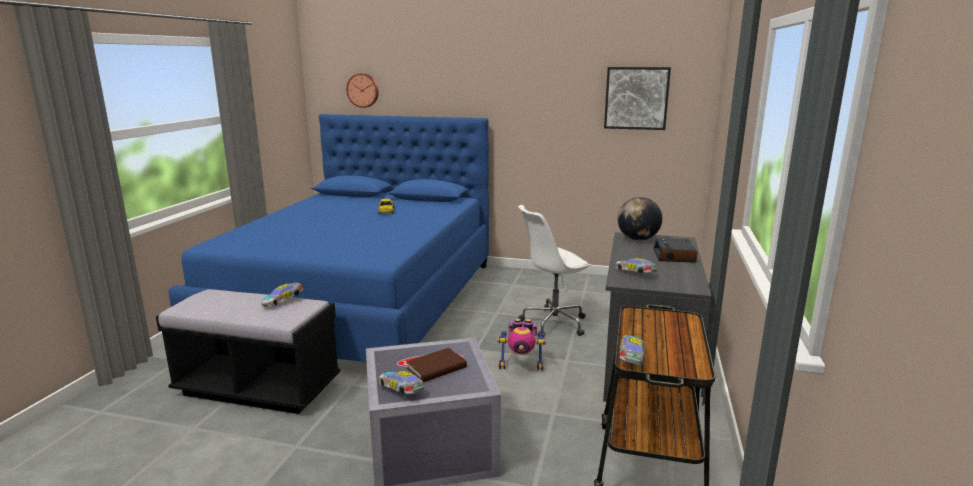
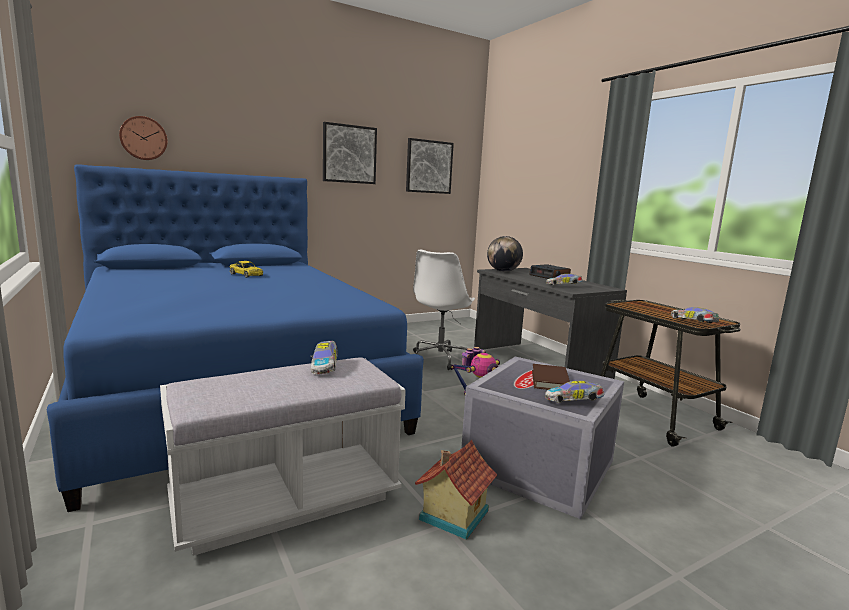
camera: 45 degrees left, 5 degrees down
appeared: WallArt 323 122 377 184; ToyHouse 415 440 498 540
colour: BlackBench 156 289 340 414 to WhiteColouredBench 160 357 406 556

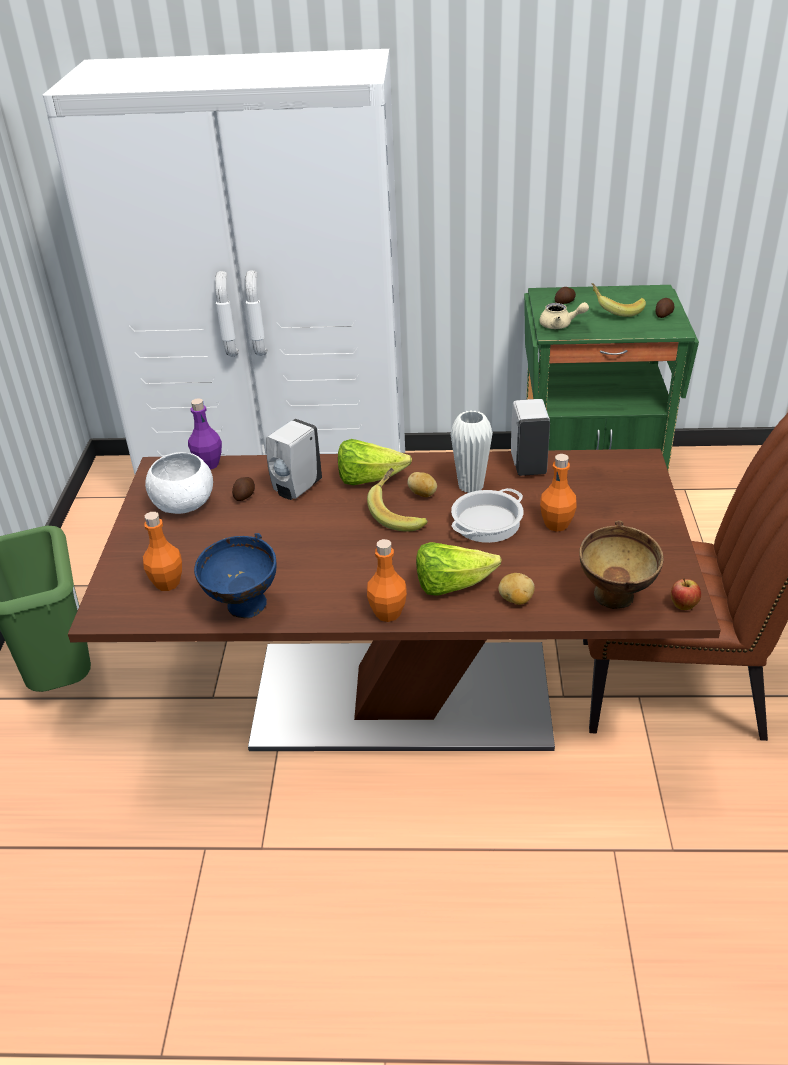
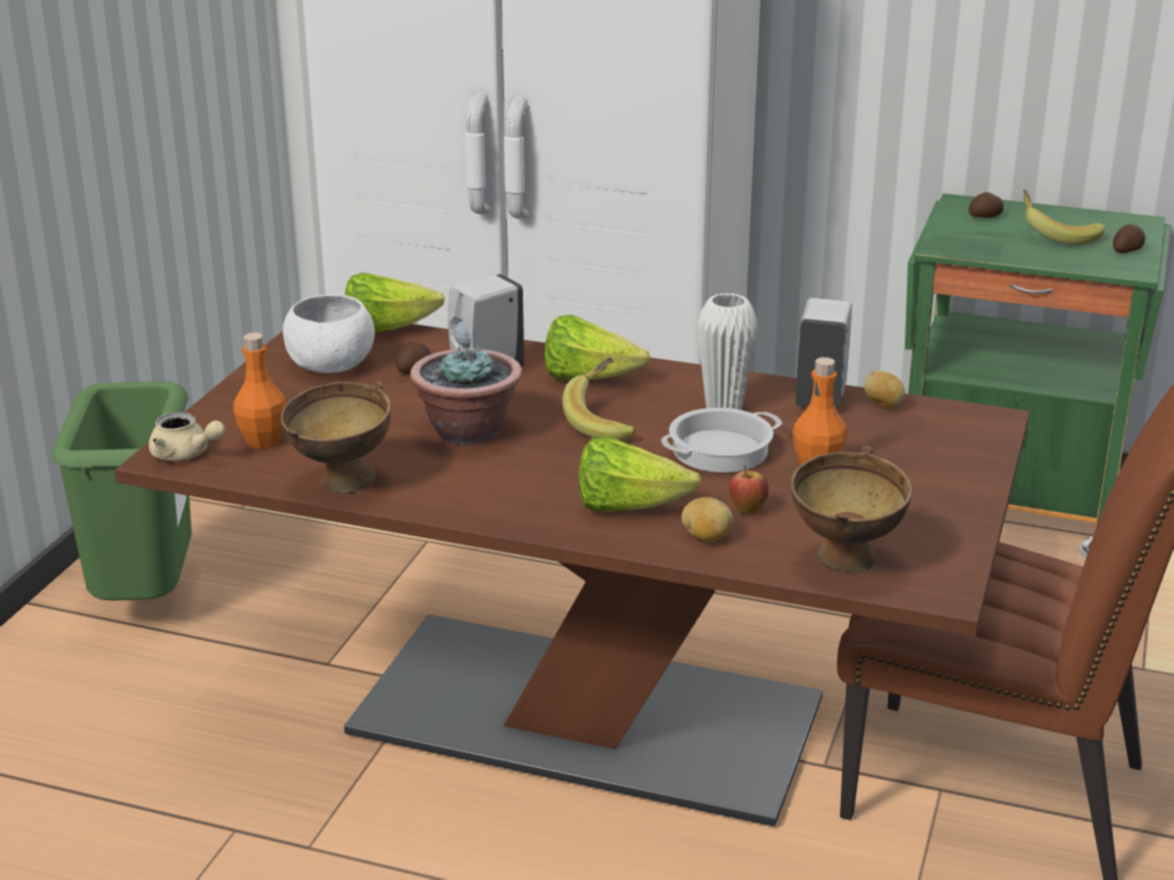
camera: 15 degrees right, 10 degrees down
missing: OrangeyBottle 367 539 407 622
appeared: Houseplant 410 345 522 445
relocated: Potato 407 472 437 497 to 863 371 905 409; BeigeColouredTeaPot 540 302 589 329 to 149 412 225 461; Apple 671 578 701 610 to 728 465 769 514
exchanged: PurpleColouredBottle 188 398 222 470 to HeadOfLettuce 345 273 445 333
colour: BlueDeepDish 194 533 277 619 to BrownColouredDeepDish 281 381 391 494

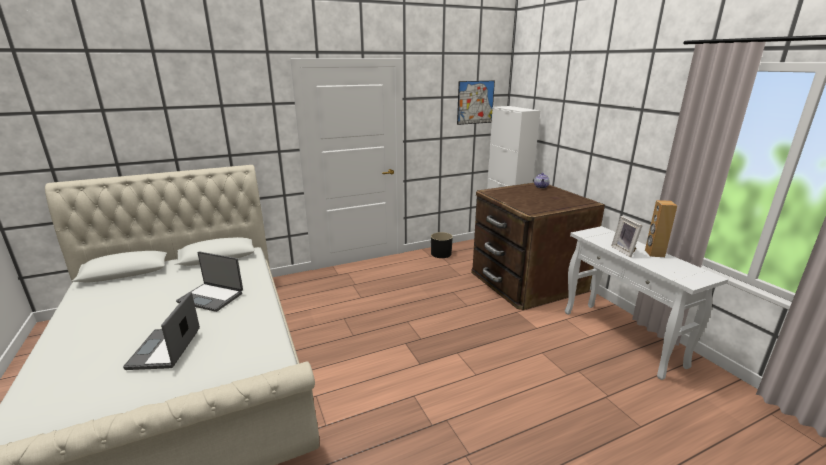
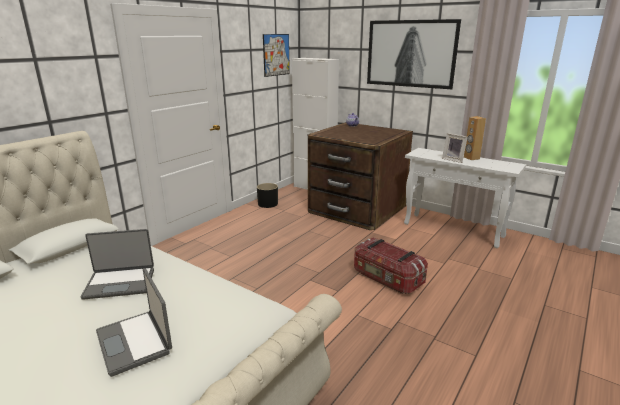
camera: 30 degrees left, 0 degrees up
appeared: StorageBin 354 237 428 294; WallArt 367 19 461 89

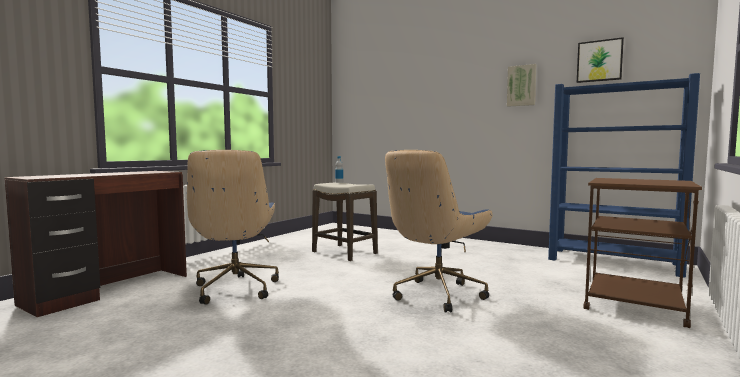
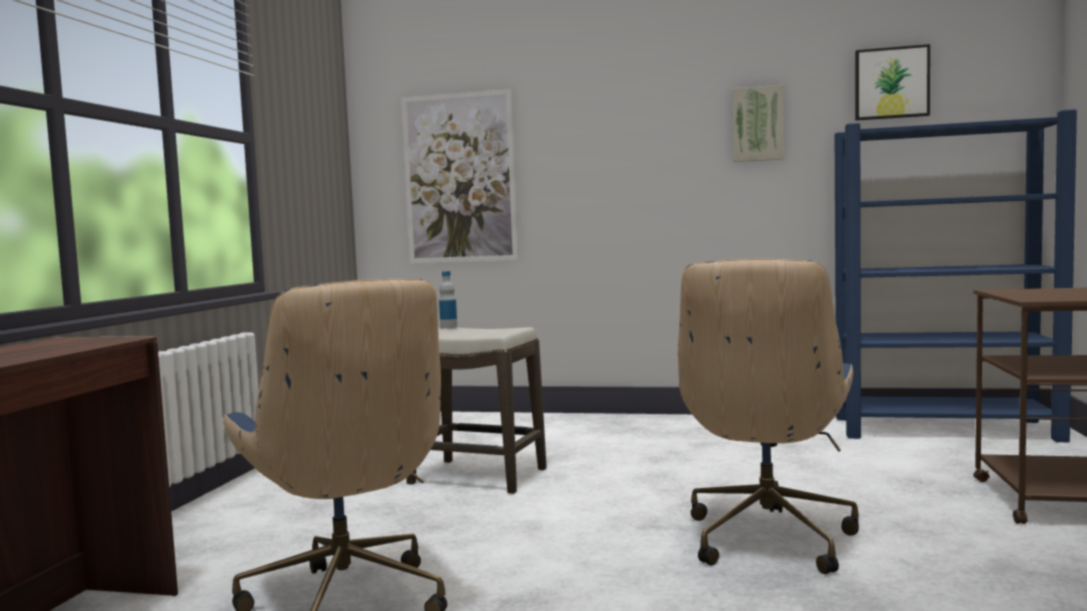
camera: 20 degrees left, 0 degrees up
appeared: WallArt 401 89 518 263

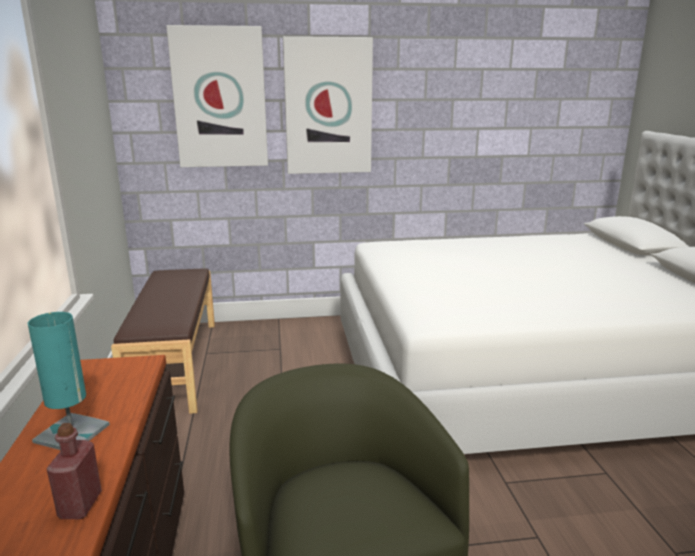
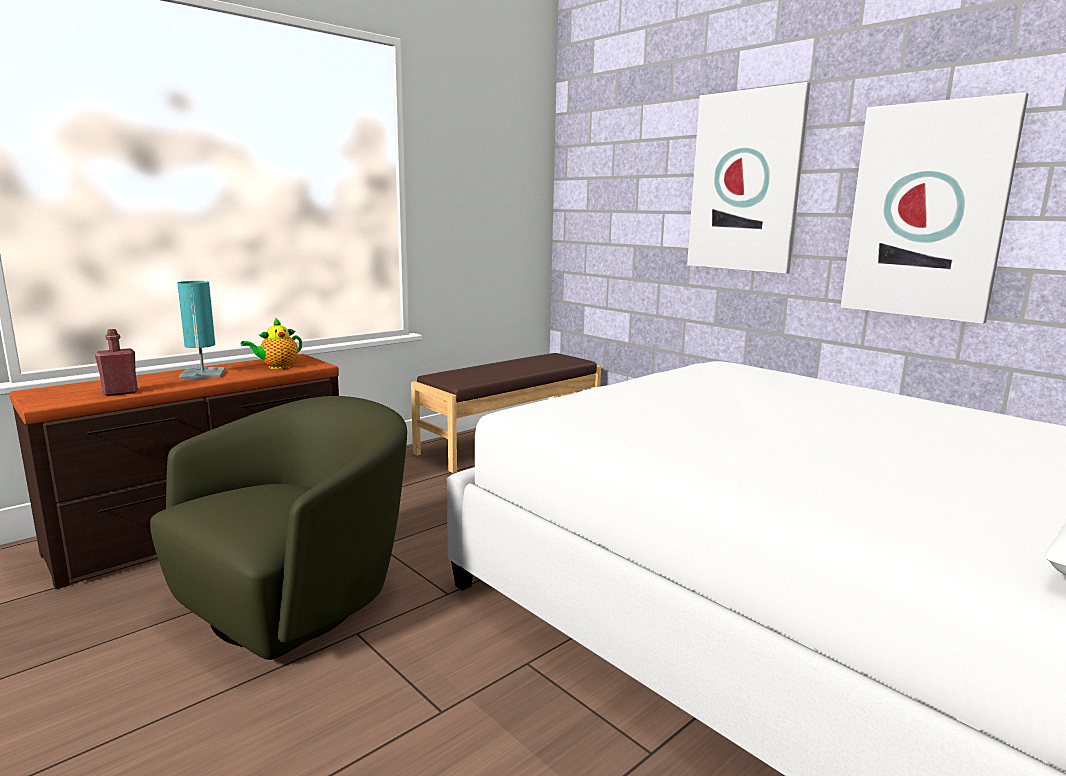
camera: 55 degrees right, 5 degrees down
appeared: TeaPot 241 318 302 369
relocated: WallArt 166 25 268 167 to 841 92 1029 324

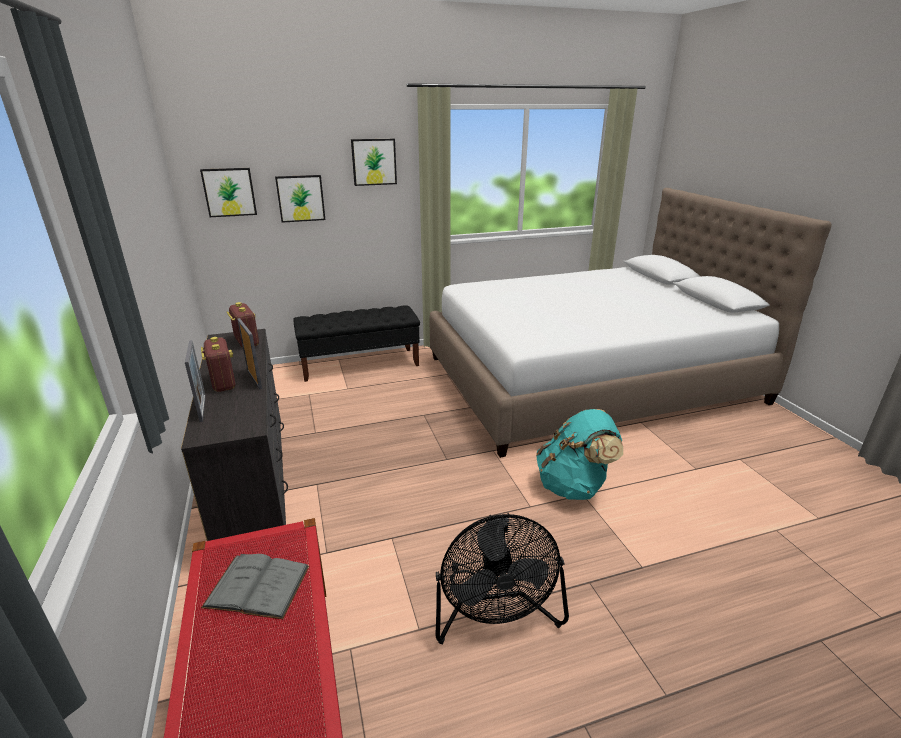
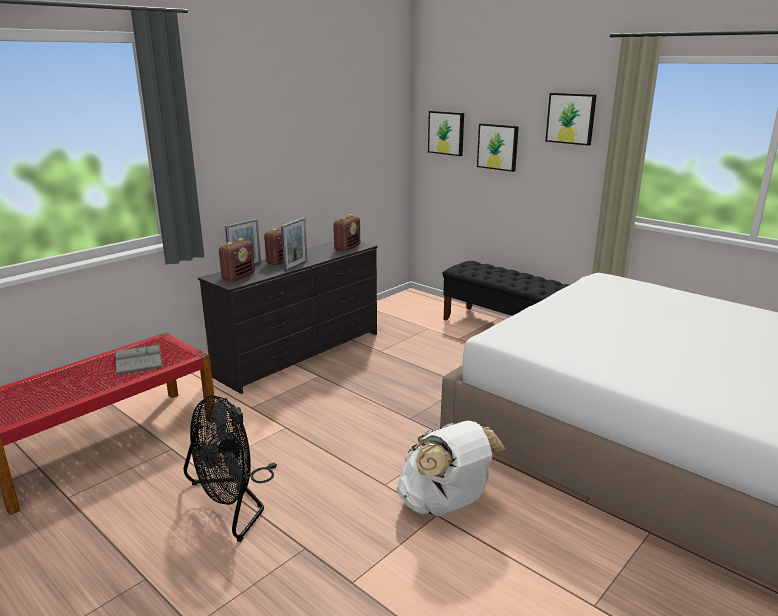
camera: 60 degrees right, 5 degrees down
appeared: RadioReceiver 219 238 255 282
colour: TurquoiseKnapsack 536 409 623 500 to WhiteColouredKnapsack 397 421 506 516

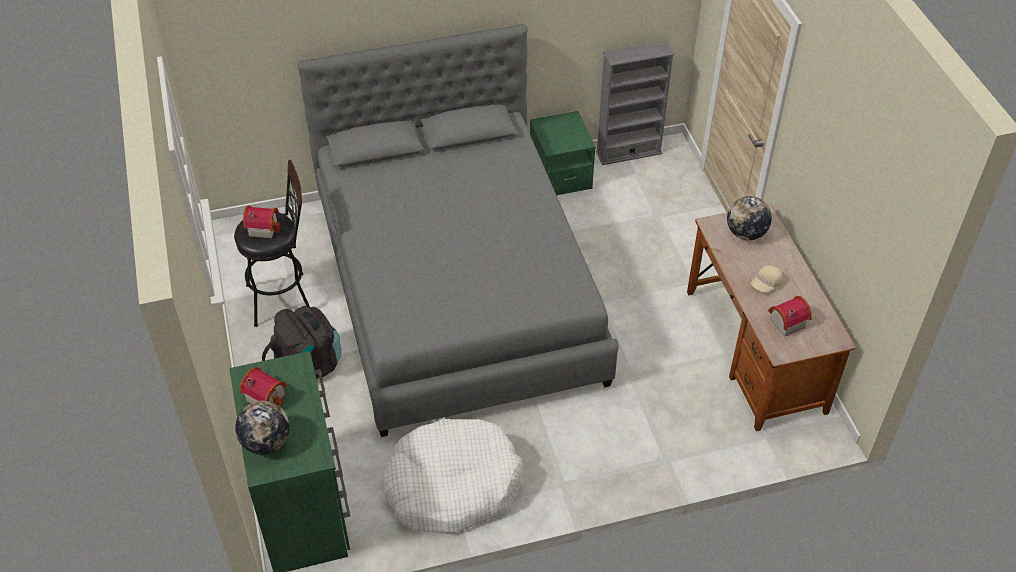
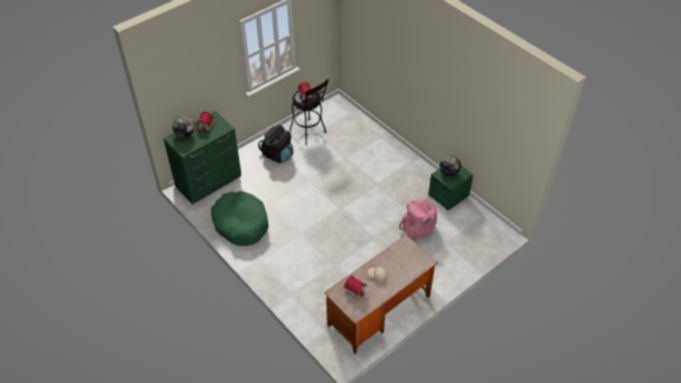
camera: 65 degrees right, 0 degrees up
missing: GrayBedroomBed 298 24 619 437; GrayBookshelf 596 41 675 165
appeared: PinkishKnapsack 399 198 438 240
relocated: DeskGlobe 727 196 772 240 to 440 155 461 177
colour: WhiteColouredPetBed 381 419 524 533 to GreenPetBed 211 191 269 246

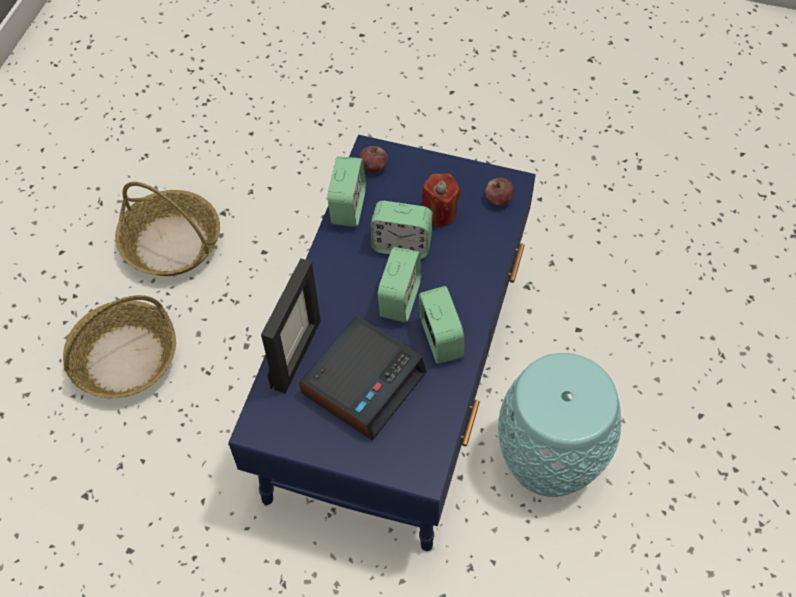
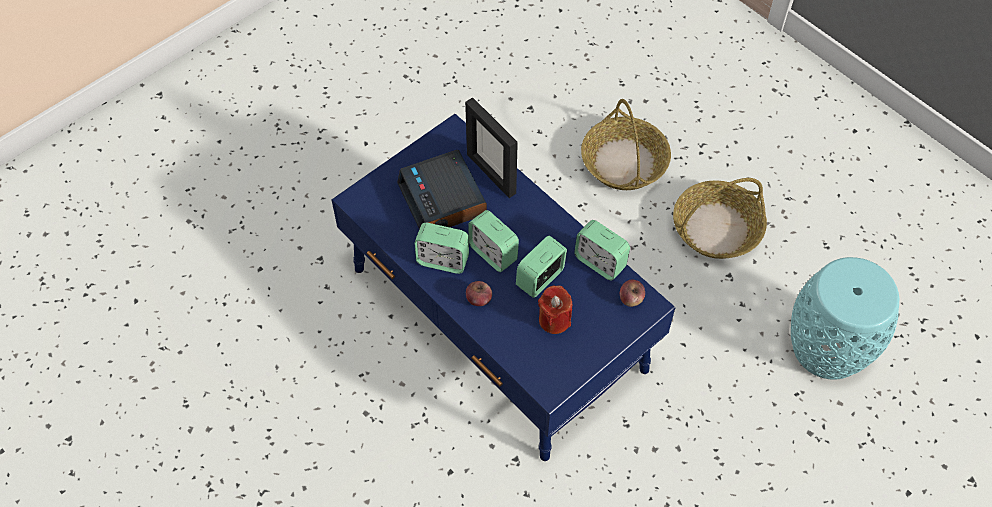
camera: 120 degrees right, 0 degrees up
relocated: Apple 485 178 514 206 to 466 281 492 306; TurquoiseStoolSeat 498 353 621 497 to 791 257 899 380

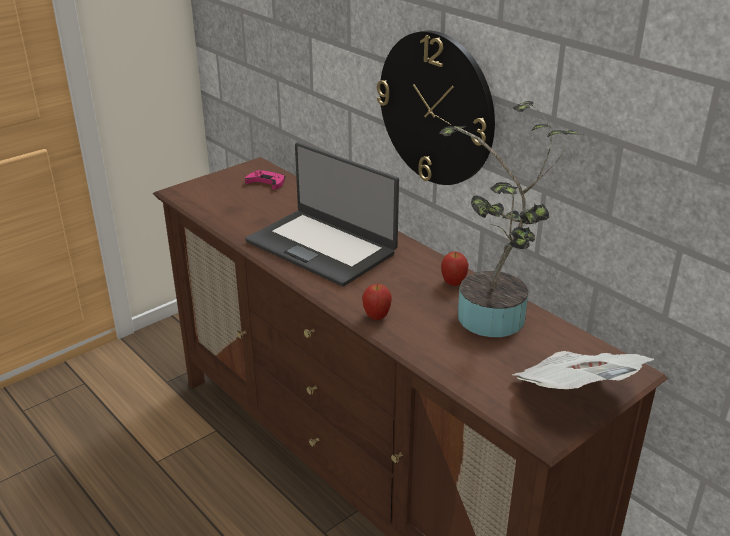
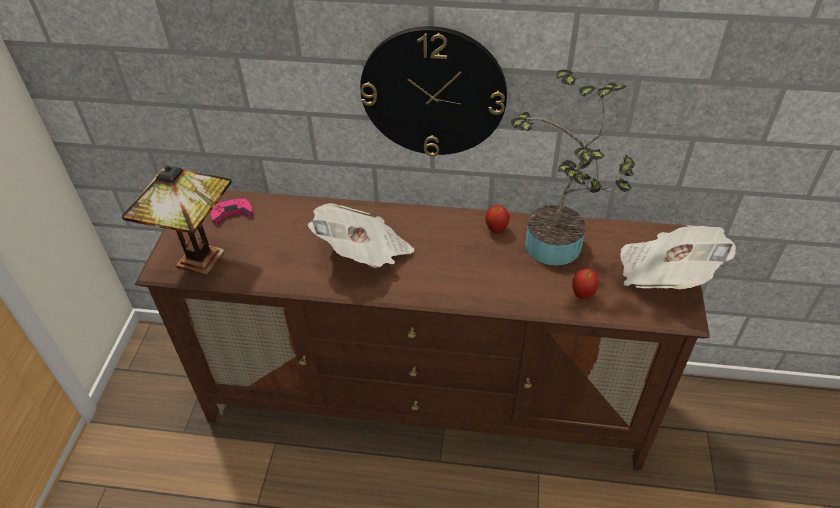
camera: 40 degrees left, 15 degrees up
appeared: LampForATable 122 165 232 275
relocated: Apple 362 284 392 320 to 572 269 599 299
exchanged: Laptop 245 142 399 286 to PrintedPaper 307 203 414 268

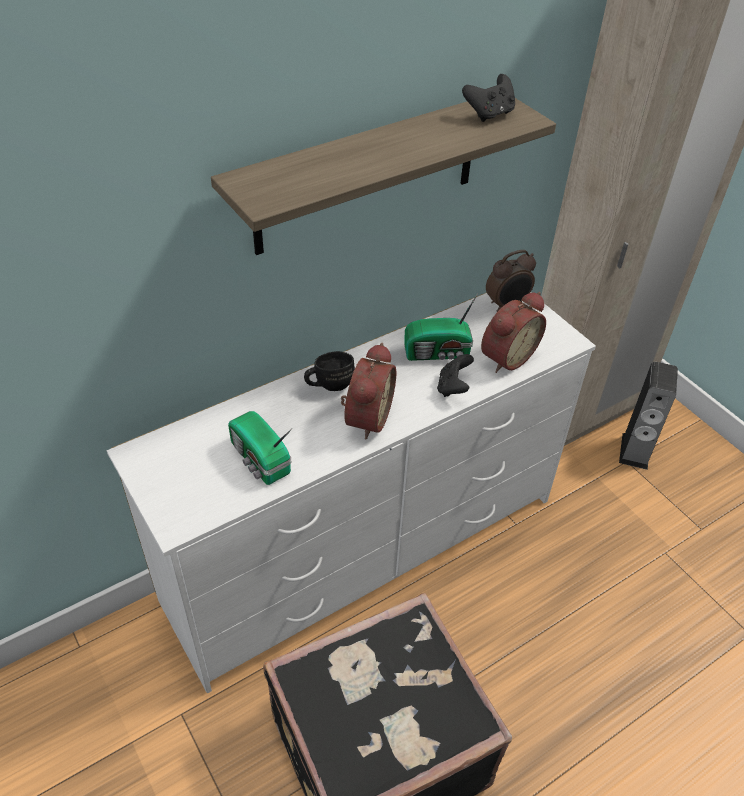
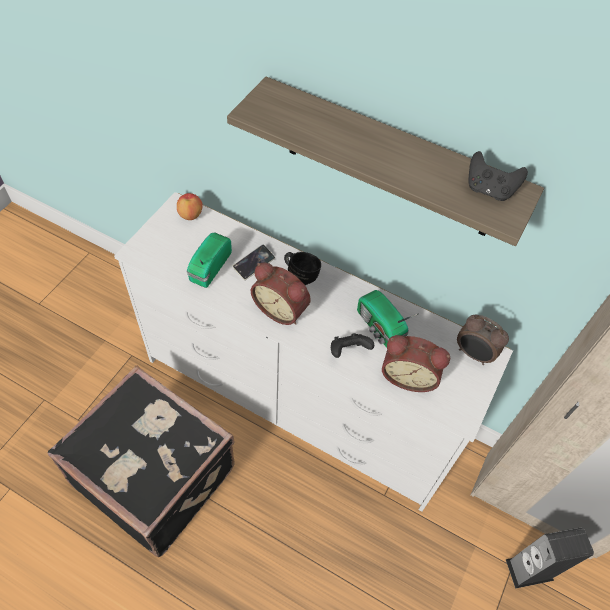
camera: 60 degrees right, 10 degrees up
appeared: Apple 177 193 203 220; Phone 232 244 275 280
spun: BedsideClock 341 343 396 440 = 251 262 311 325 45 degrees clockwise

